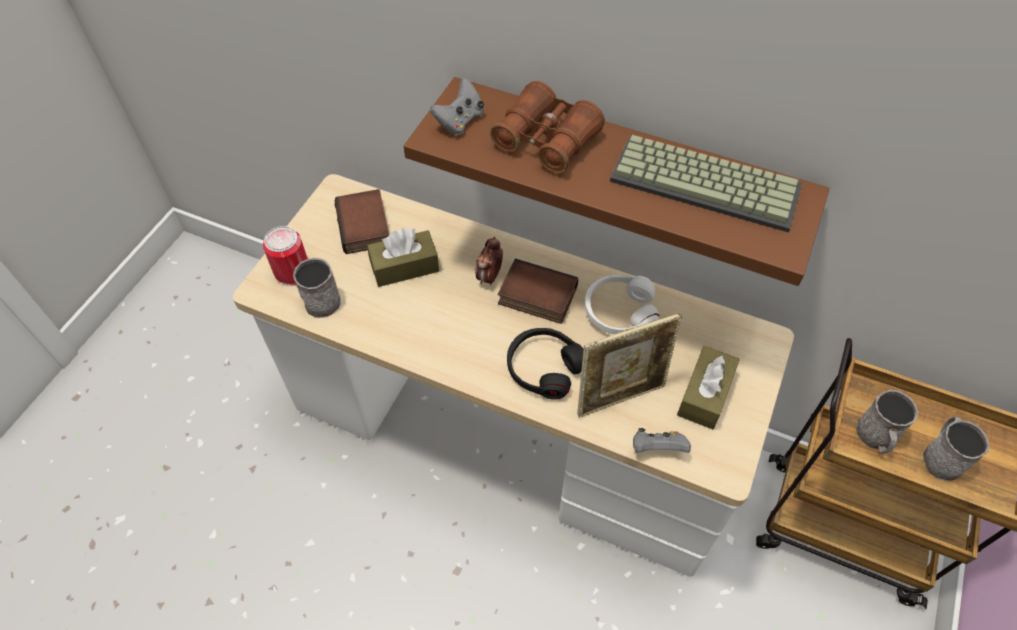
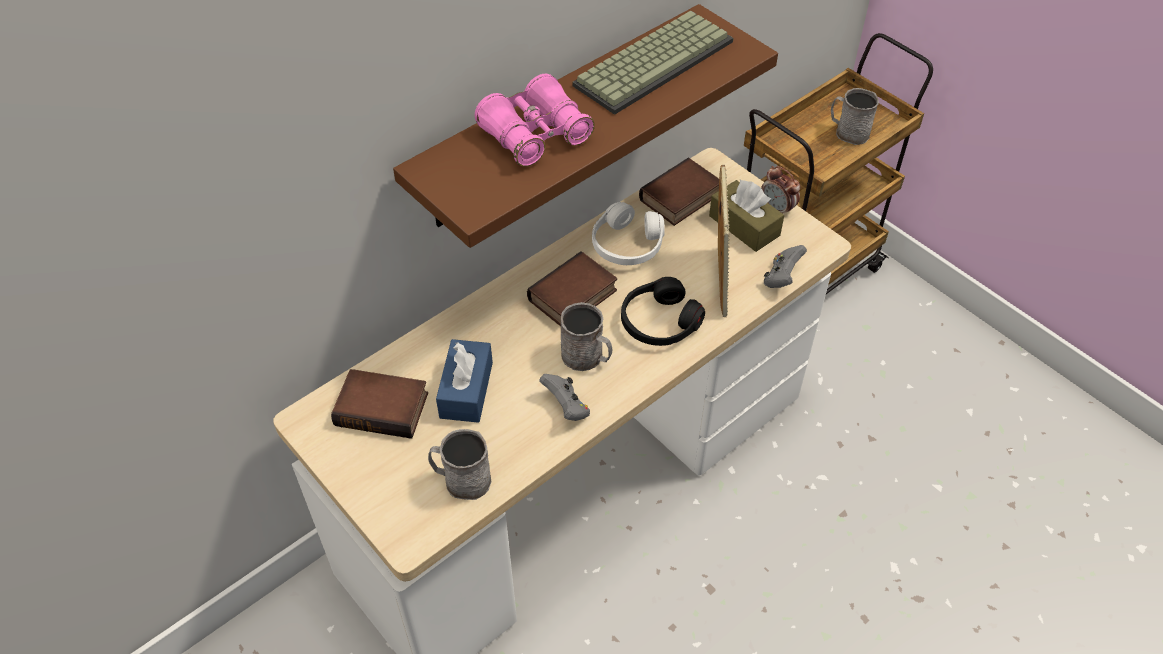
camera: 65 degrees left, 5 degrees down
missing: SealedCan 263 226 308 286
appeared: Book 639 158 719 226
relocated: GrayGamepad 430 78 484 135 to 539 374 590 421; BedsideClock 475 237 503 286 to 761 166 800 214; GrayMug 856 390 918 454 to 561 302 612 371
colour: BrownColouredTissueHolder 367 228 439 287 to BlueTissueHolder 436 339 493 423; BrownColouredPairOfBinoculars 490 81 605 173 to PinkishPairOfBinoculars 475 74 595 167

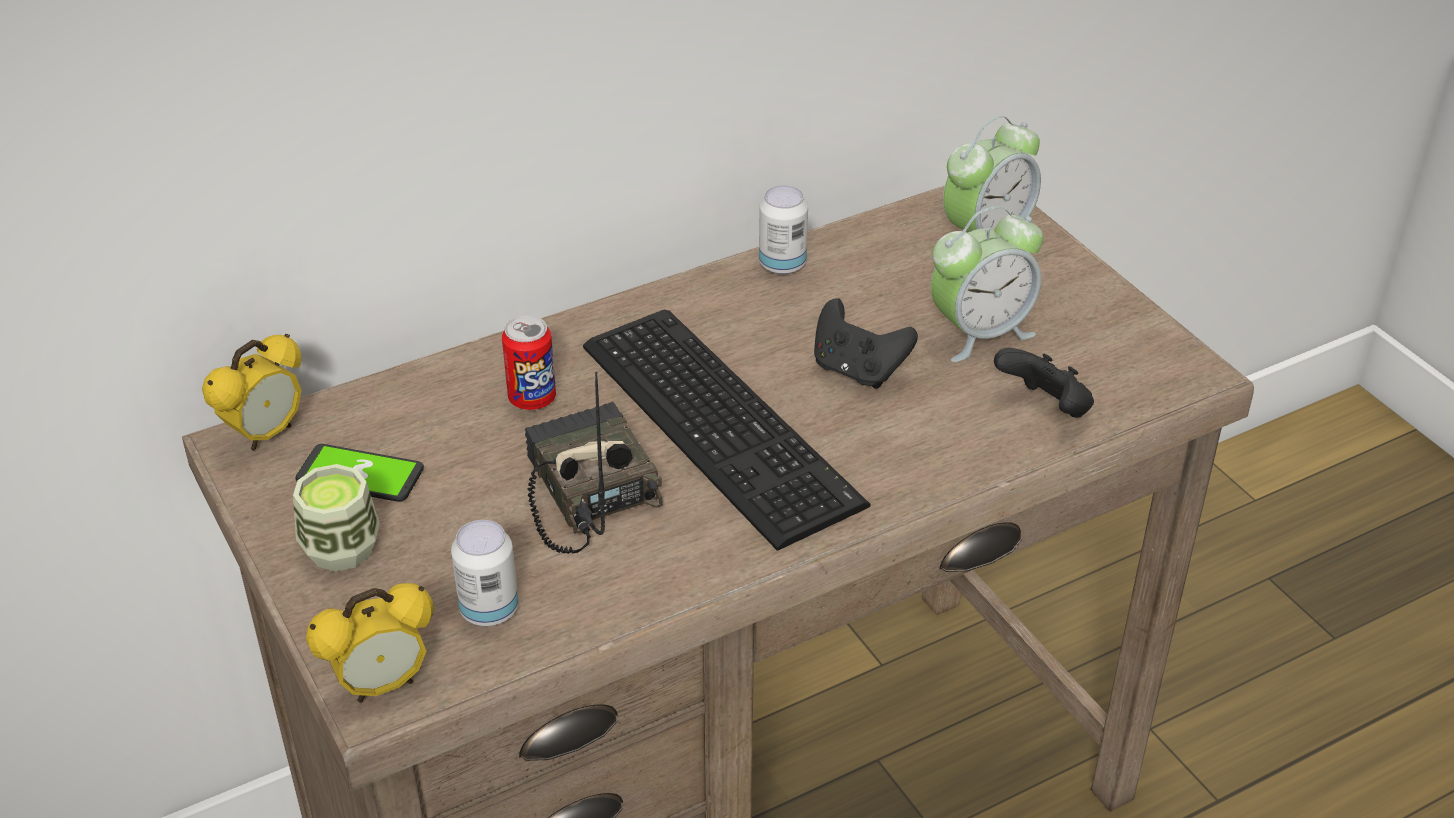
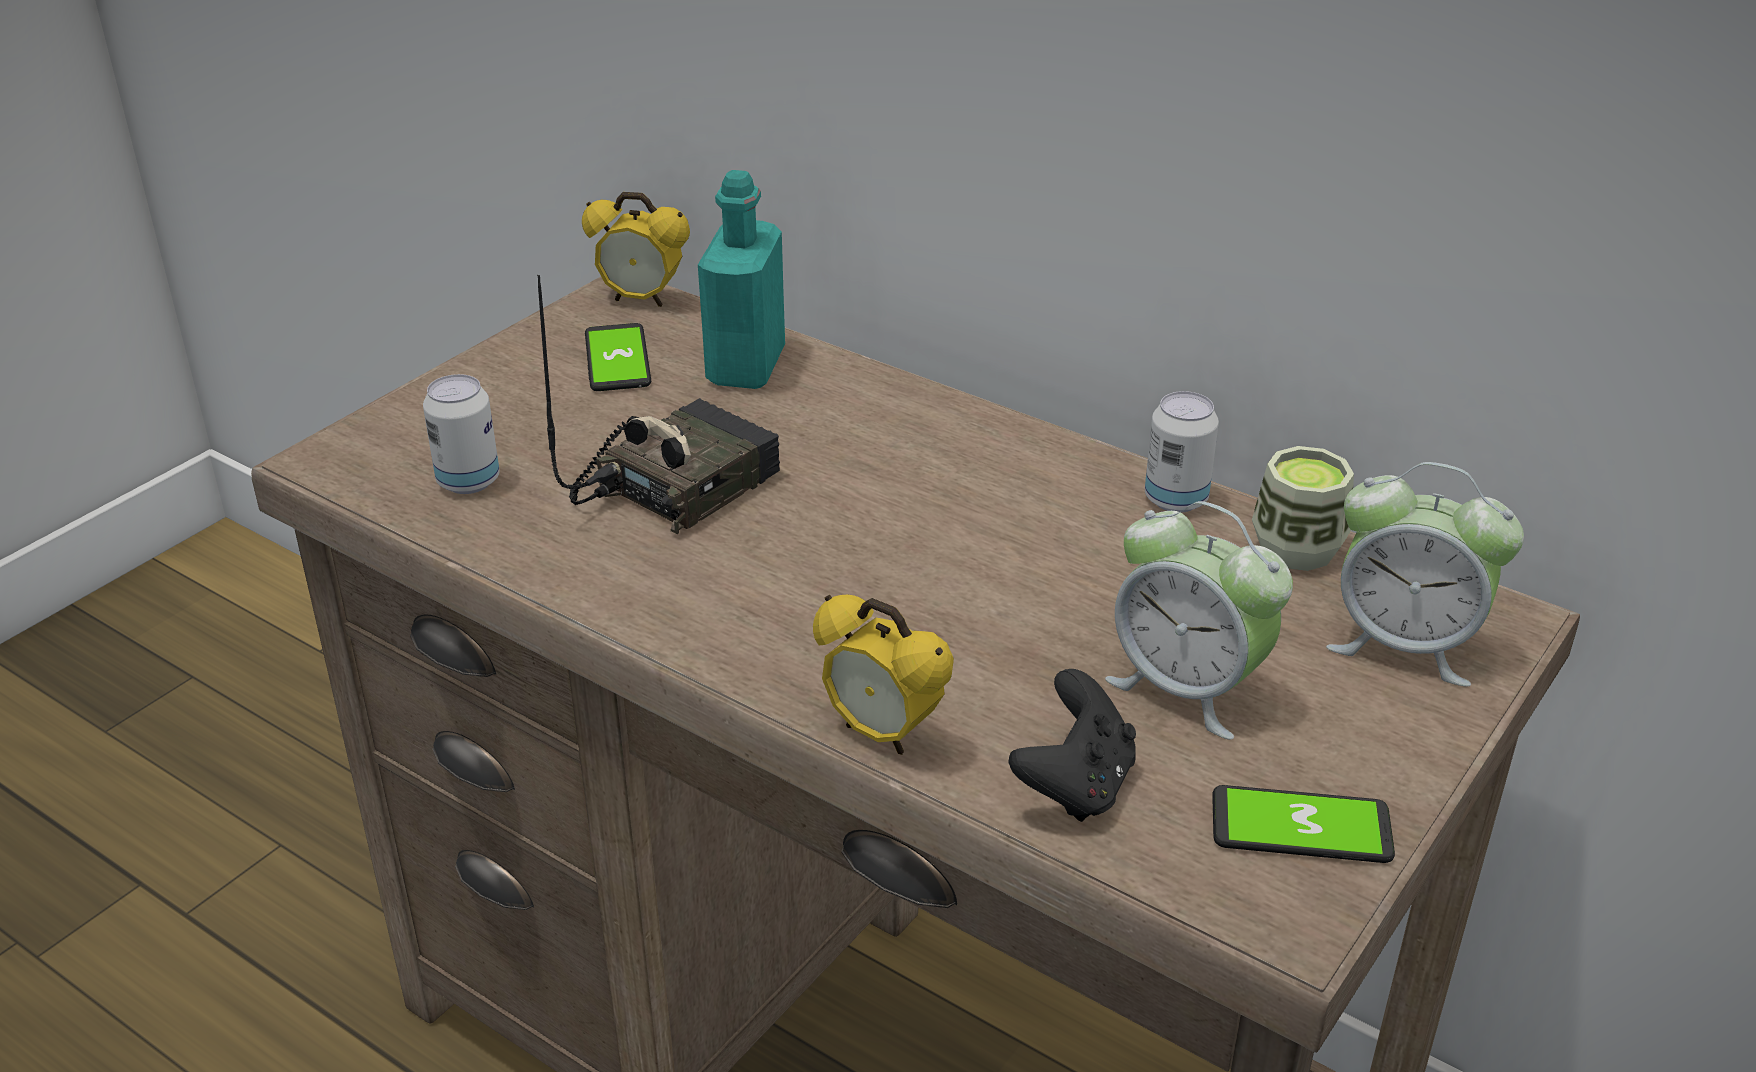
camera: 65 degrees right, 5 degrees down
missing: SealedCan 502 315 556 410; PcKeyboard 583 310 871 551; BlackGamepad 814 298 918 389
appeared: TurquoiseBottle 698 170 785 389; Phone 1212 785 1395 863
relocated: Cup 293 464 380 572 to 1252 446 1354 571; BedsideClock 306 583 434 703 to 813 595 954 755

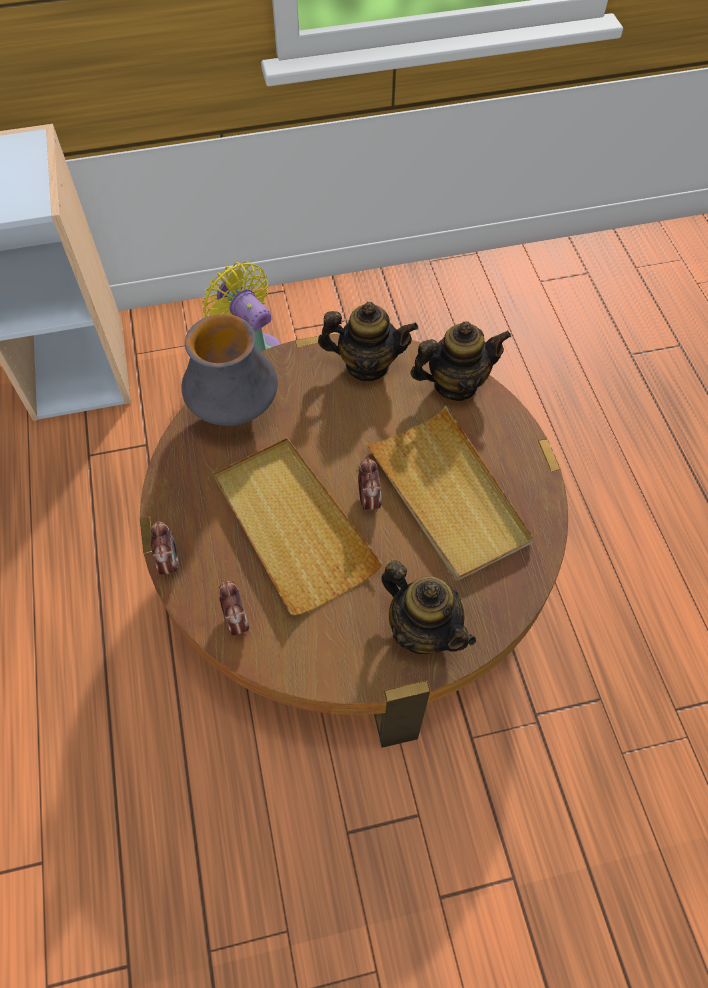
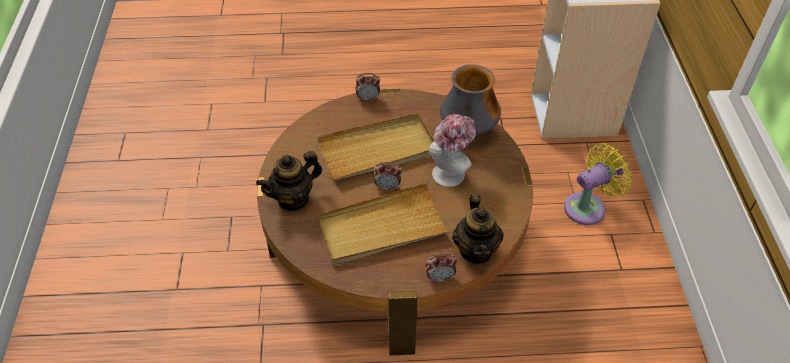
camera: 100 degrees right, 10 degrees down
missing: TeaPot 318 302 418 381
appeared: WearableHat 429 114 476 187
relocated: BedsideClock 219 581 249 636 to 426 254 457 283

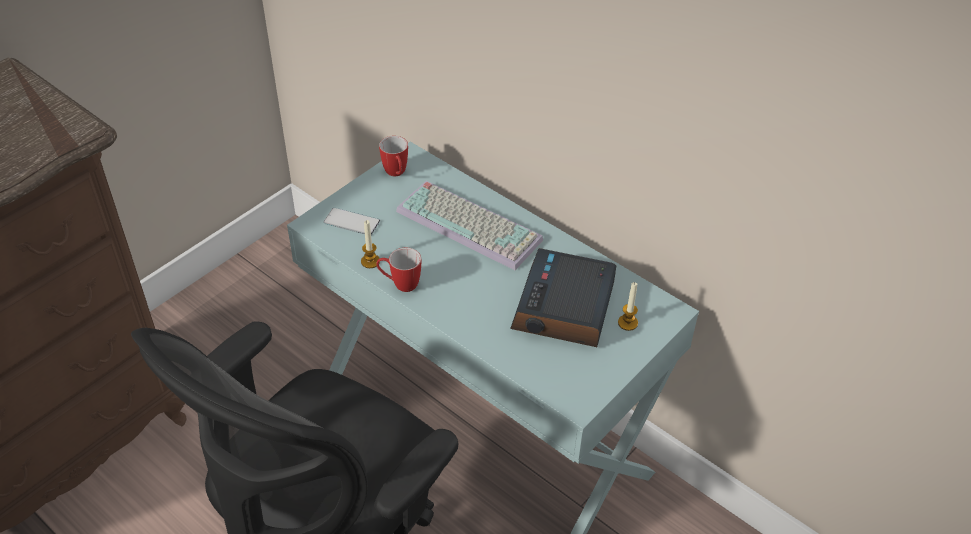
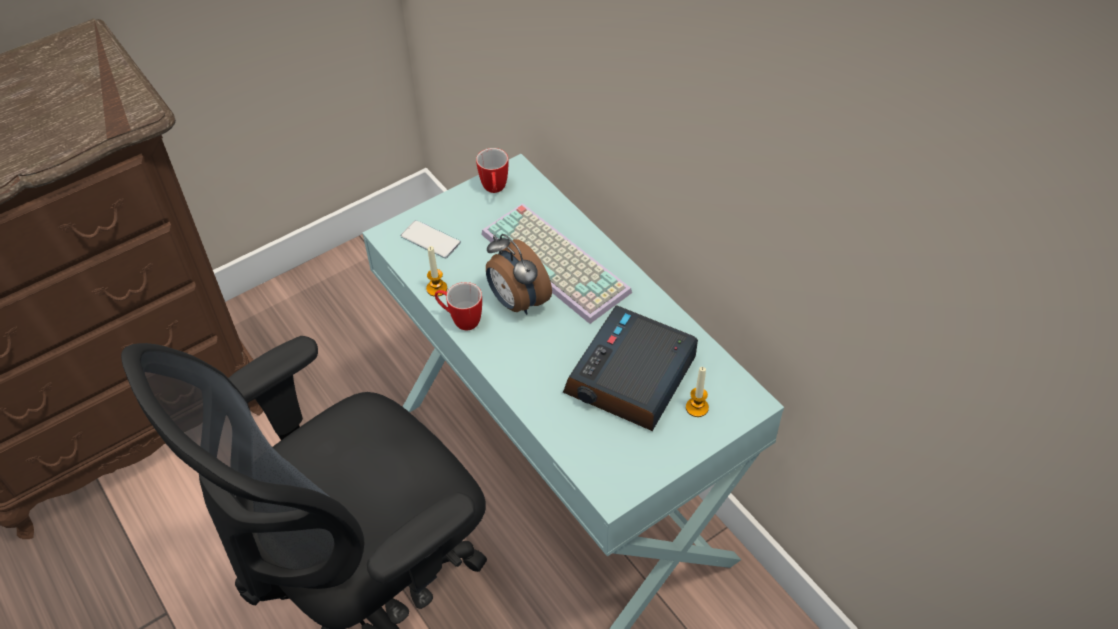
camera: 15 degrees right, 5 degrees up
appeared: BedsideClock 486 234 552 315

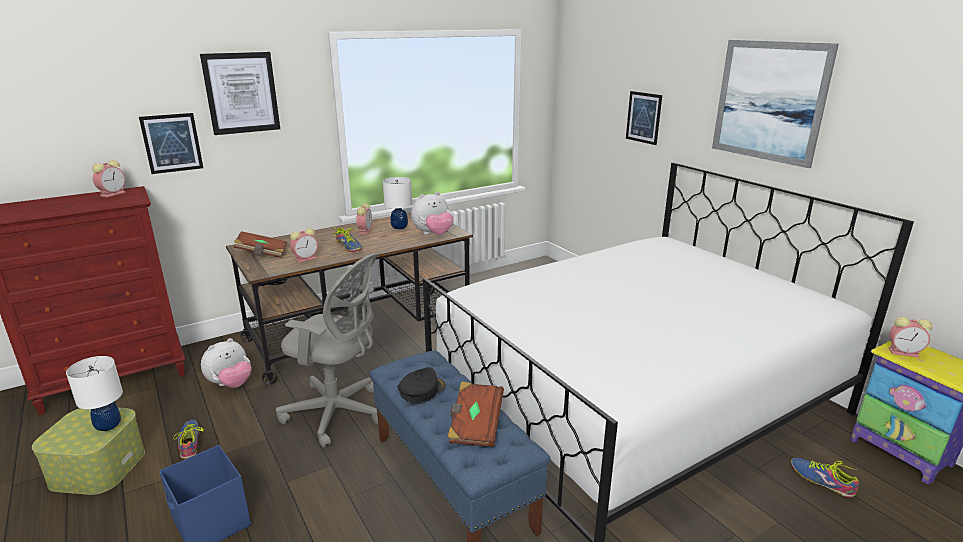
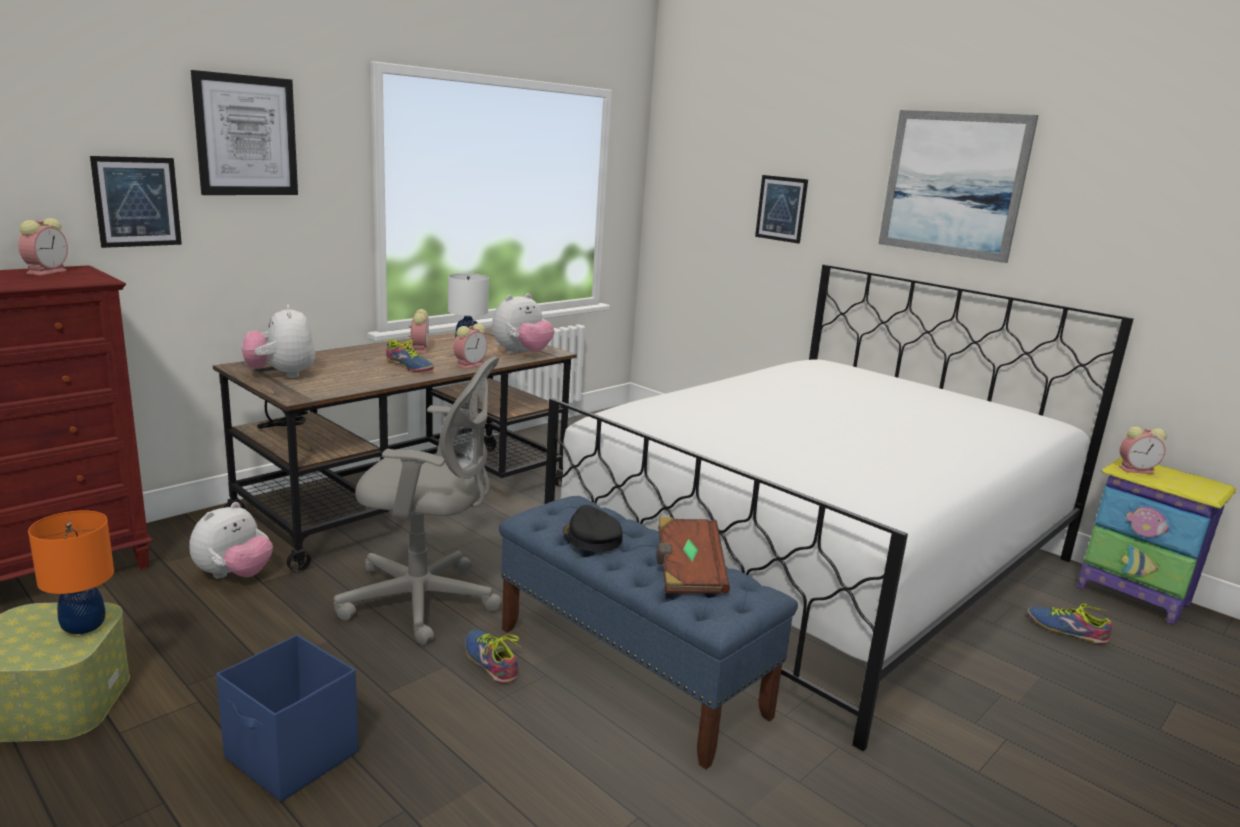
camera: 15 degrees left, 5 degrees down
relocated: LowShoe 173 420 204 459 to 465 630 521 684; BedsideClock 290 228 318 263 to 454 323 488 369
exchanged: BrownColouredBook 234 231 287 258 to CuddlyToy 242 304 315 378
colour: WhiteColouredLampForATable 66 356 123 431 to OrangeyLampForATable 28 510 114 634
spun: BlackCap 397 367 446 403 = 563 505 623 552 60 degrees counterclockwise

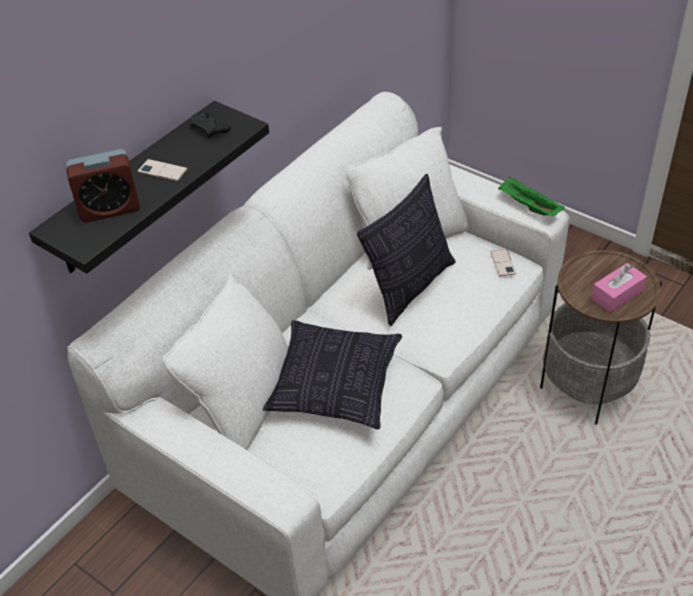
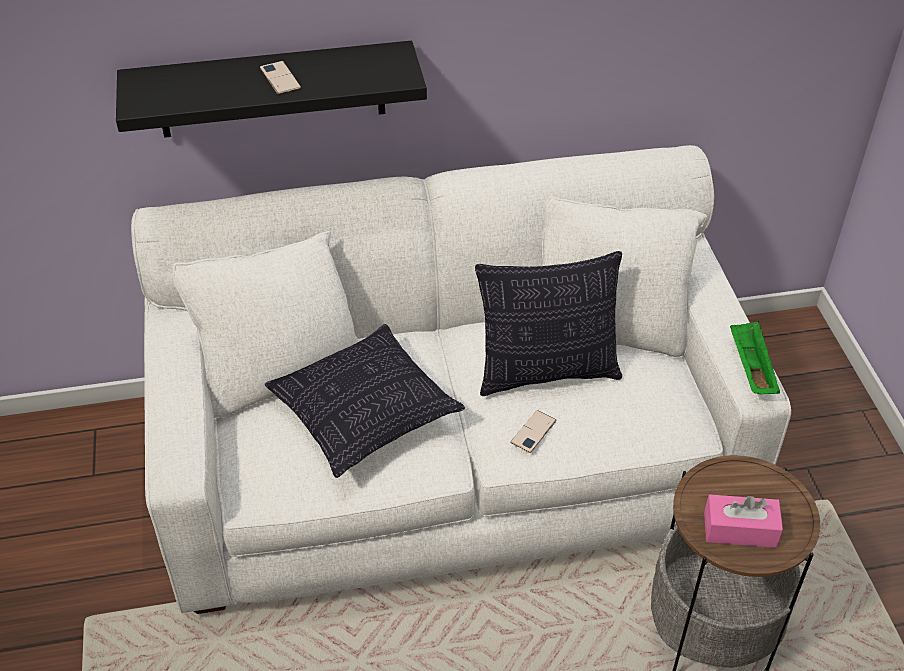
camera: 40 degrees right, 0 degrees up
missing: BedsideClock 65 149 140 222; BlackGamepad 189 111 231 138
relocated: Phone 491 249 516 276 to 510 410 557 453

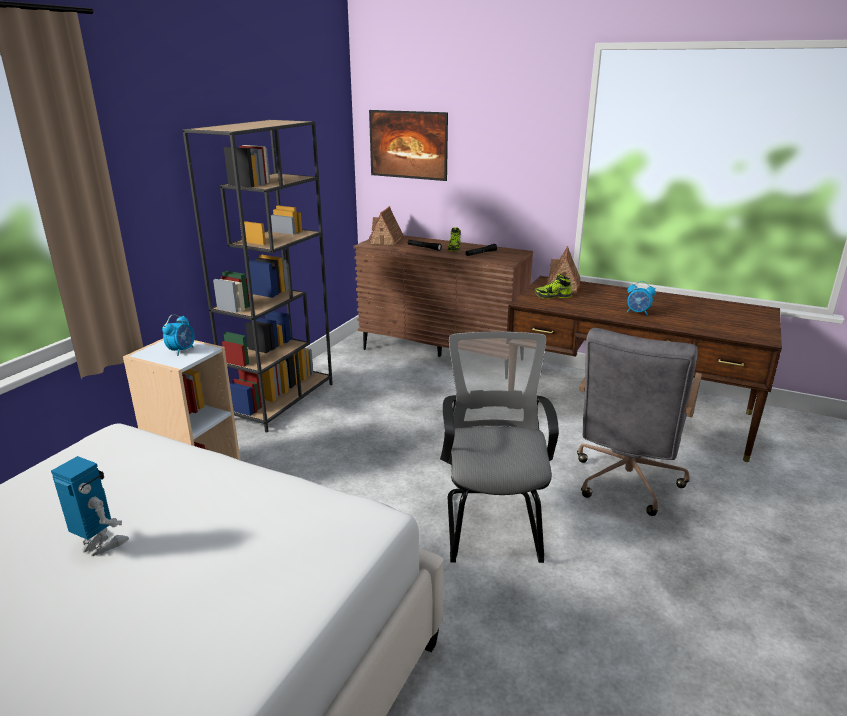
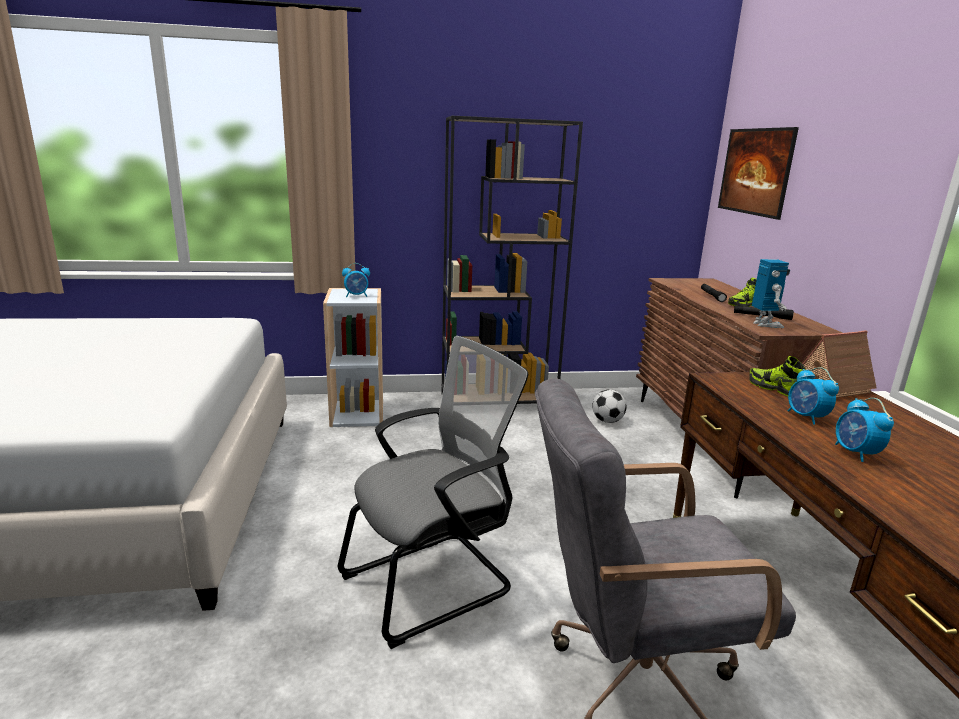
camera: 55 degrees right, 5 degrees down
missing: ToyHouse 368 206 403 247
appeared: FootballBall 592 389 627 423; BedsideClock 788 367 839 425
relocated: ToyRobot 51 456 129 556 to 752 259 790 328

